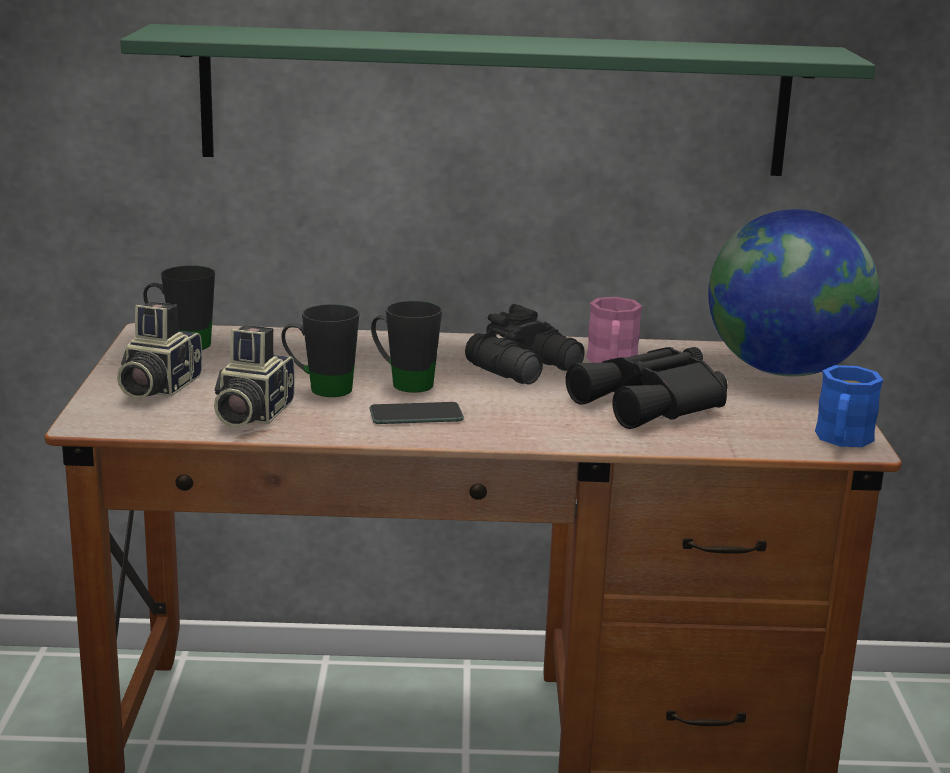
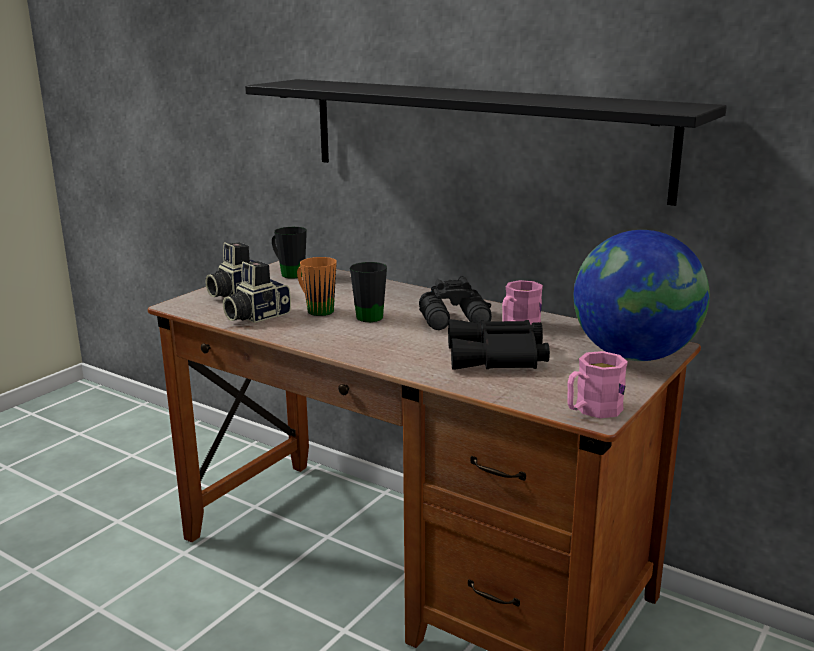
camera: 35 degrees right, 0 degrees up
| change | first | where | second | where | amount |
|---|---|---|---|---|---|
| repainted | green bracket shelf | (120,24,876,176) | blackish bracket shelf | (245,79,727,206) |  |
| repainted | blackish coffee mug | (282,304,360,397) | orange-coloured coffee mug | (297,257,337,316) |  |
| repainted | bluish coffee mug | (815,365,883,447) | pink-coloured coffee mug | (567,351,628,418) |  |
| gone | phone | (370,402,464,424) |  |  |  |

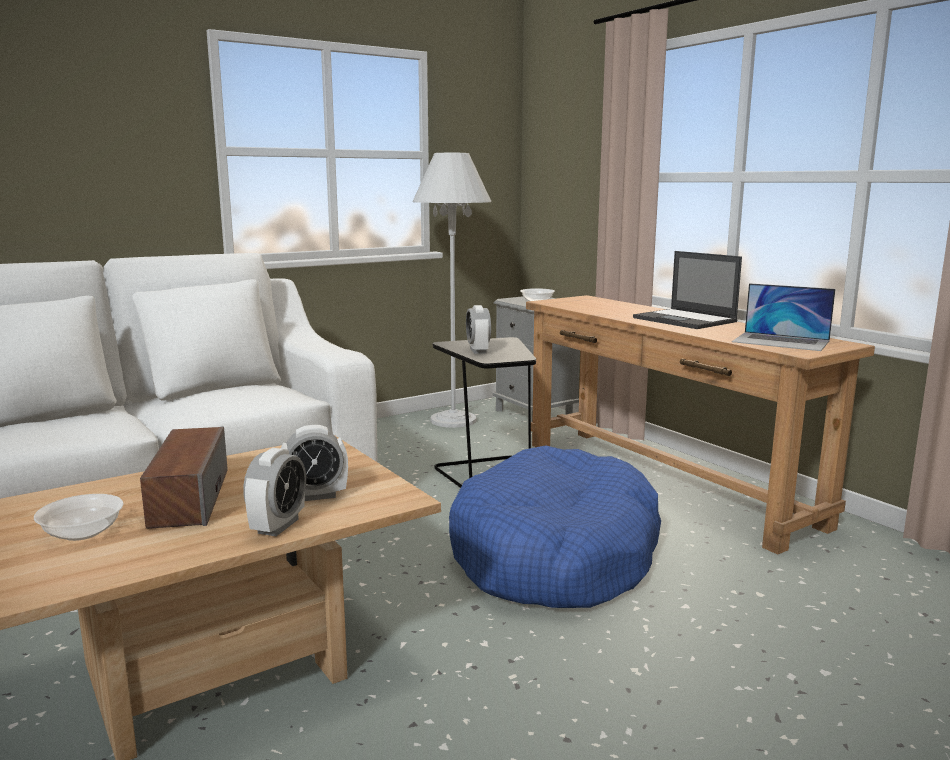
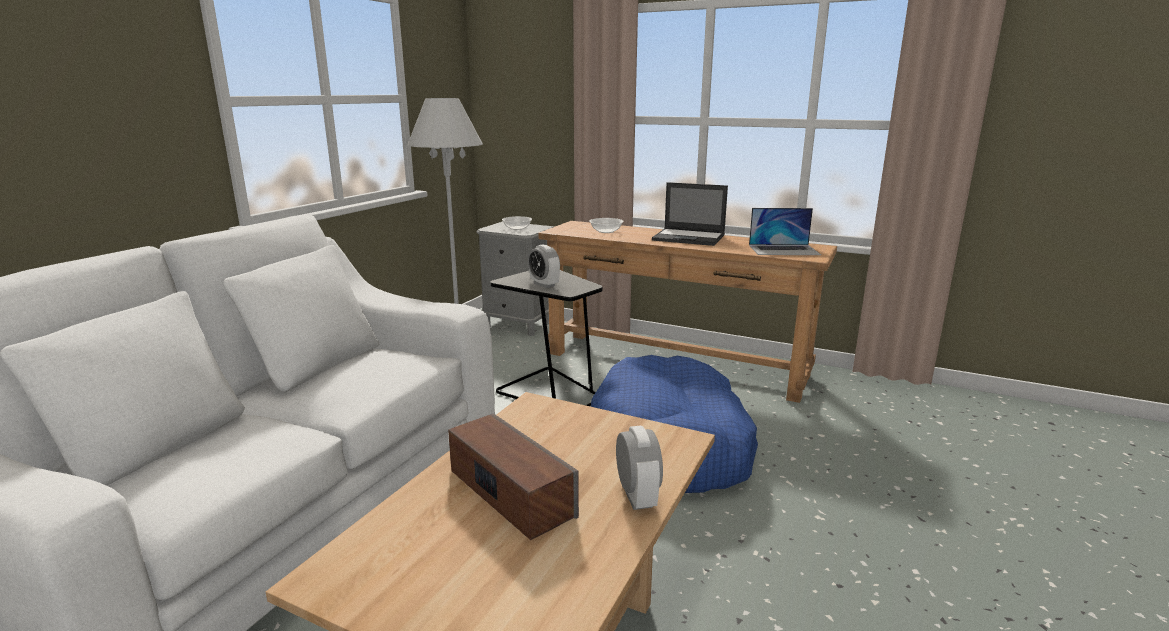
camera: 30 degrees left, 5 degrees up
| change | first | where | second | where | amount |
|---|---|---|---|---|---|
| gone | bedside clock | (281,425,348,501) |  |  |  |
| shifted | serving bowl | (34,494,124,541) |  | (589,218,624,233) |  |

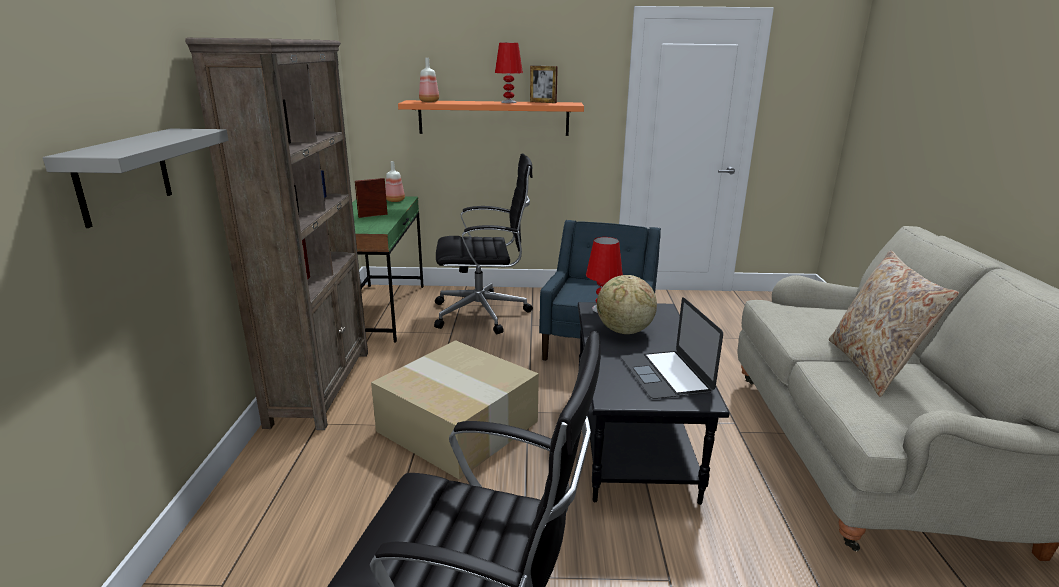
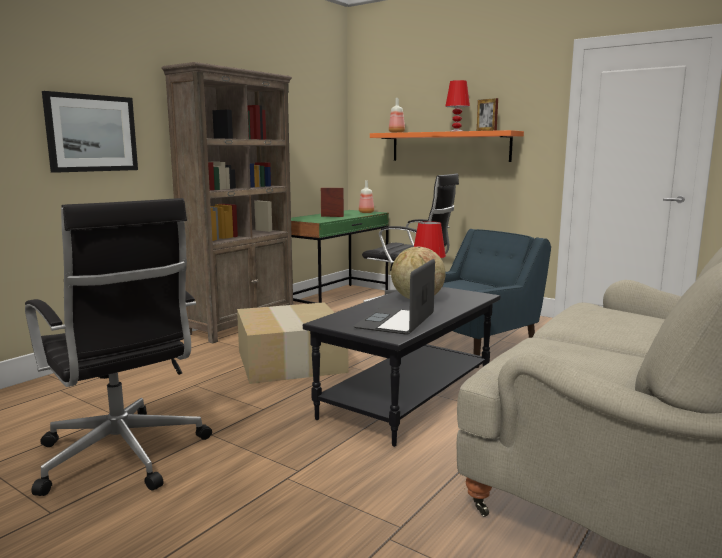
camera: 35 degrees right, 10 degrees down
| change | first | where | second | where | amount |
|---|---|---|---|---|---|
| swapped | grey bracket shelf | (43,128,228,228) | wall picture | (42,91,138,173) |  |
| gone | beige throw pillow | (829,250,959,397) |  |  |  |

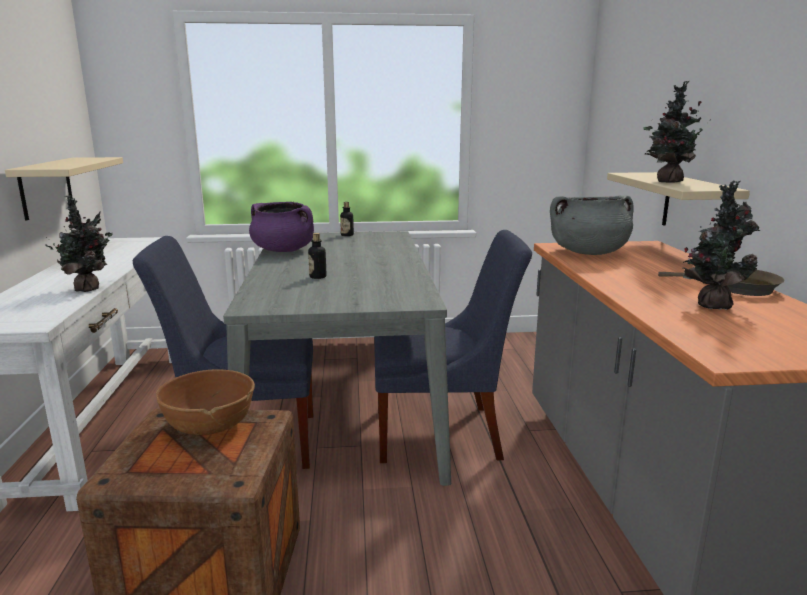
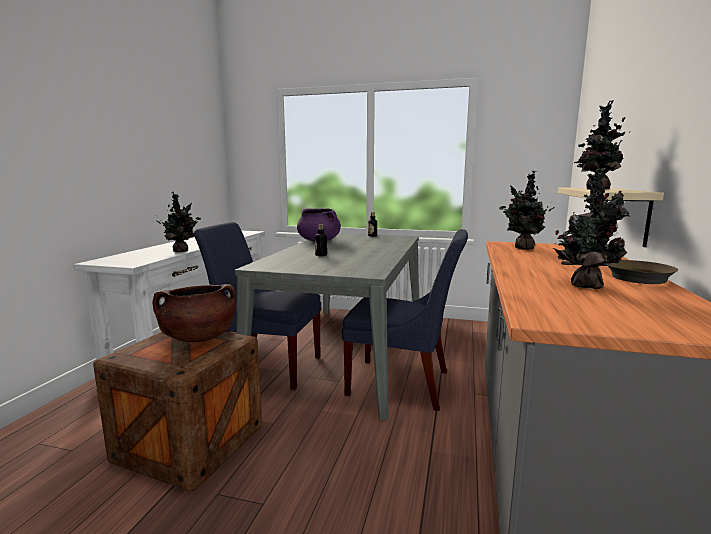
camera: 20 degrees right, 5 degrees down
| change | first | where | second | where | amount |
|---|---|---|---|---|---|
| gone | beige bracket shelf | (5,157,123,221) |  |  |  |
| swapped | grey stockpot | (550,195,634,255) | plant in a pot | (499,171,554,250) |  |
| swapped | brownish serving bowl | (156,369,255,435) | brownish stockpot | (152,284,236,342) |  |

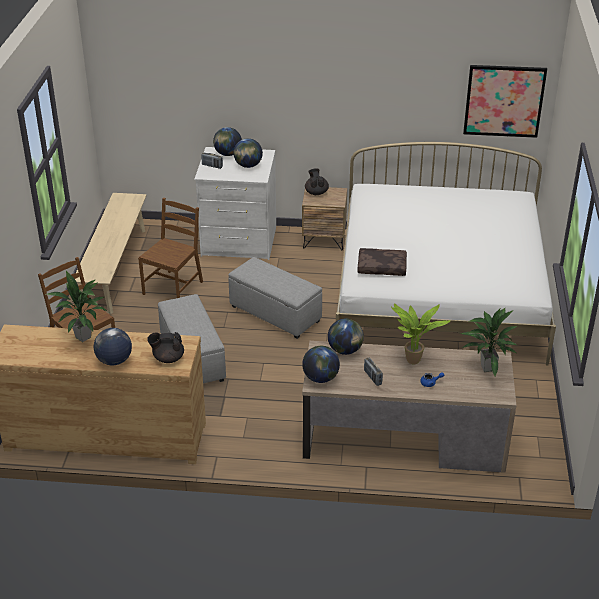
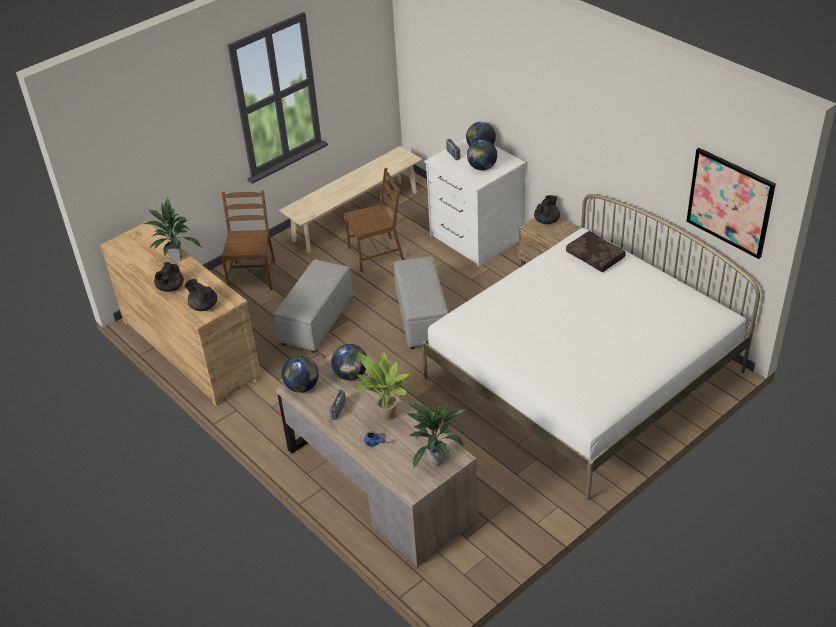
camera: 45 degrees right, 5 degrees up
| change | first | where | second | where | amount |
|---|---|---|---|---|---|
| shifted | brownish throw pillow | (357,248,407,276) |  | (566,231,626,272) |  |
| swapped | world globe | (94,328,132,365) | blackish teapot | (154,262,184,292) |  |

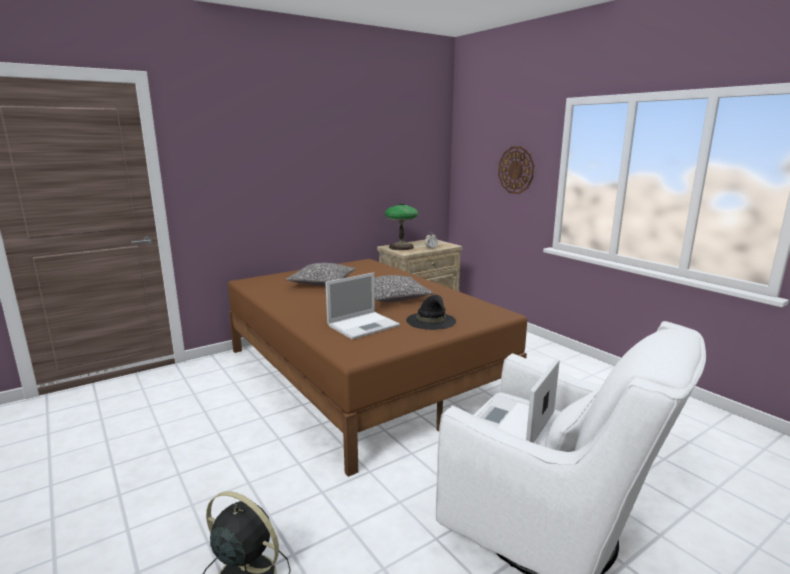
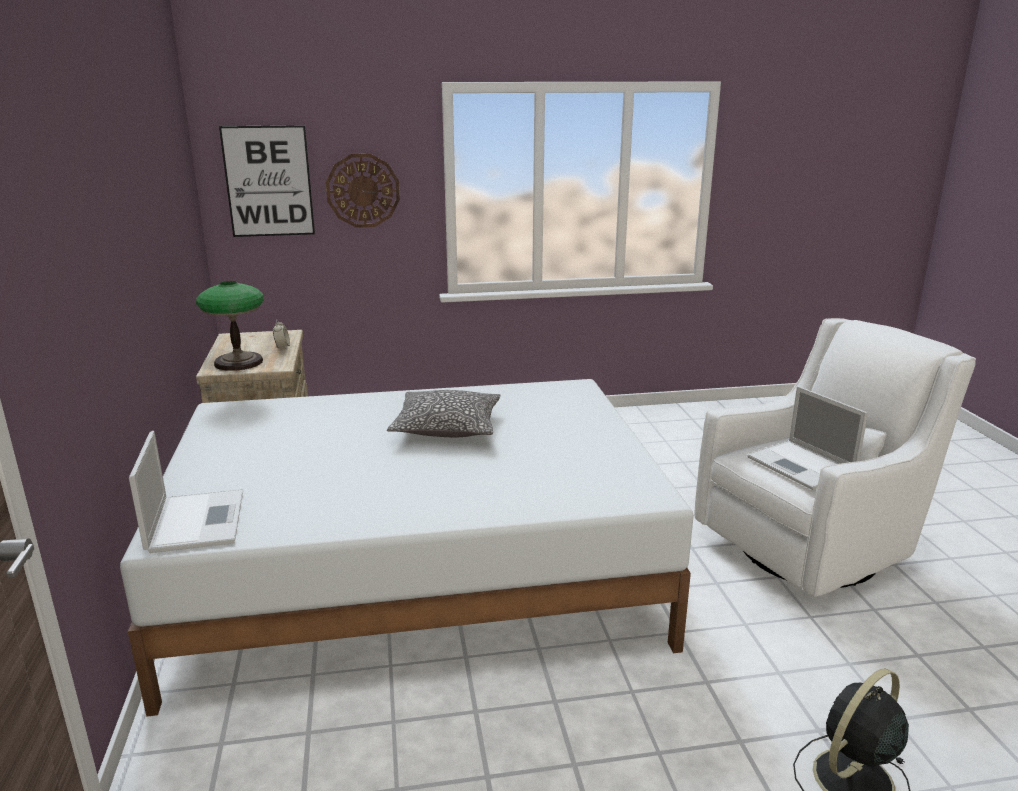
camera: 65 degrees left, 5 degrees up
| change | first | where | second | where | amount |
|---|---|---|---|---|---|
| repainted | brownish bedroom bed | (228,259,527,477) | whitish bedroom bed | (120,379,693,717) |  |
| gone | throw pillow | (286,263,356,286) |  |  |  |
| shifted | laptop | (325,272,400,340) |  | (129,431,243,553) |  |
| gone | blackish hat | (406,295,456,330) |  |  |  |
| new |  |  | wall picture | (219,125,315,237) |  |

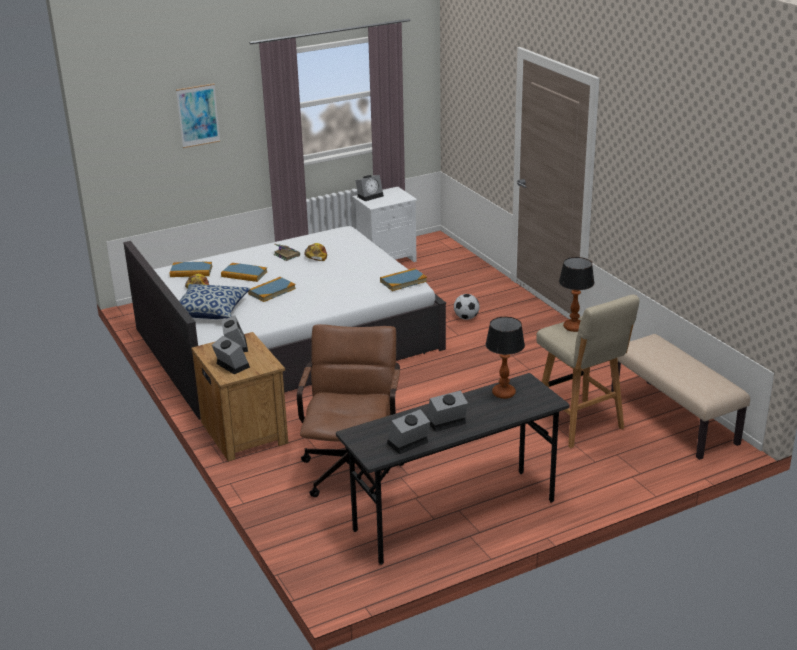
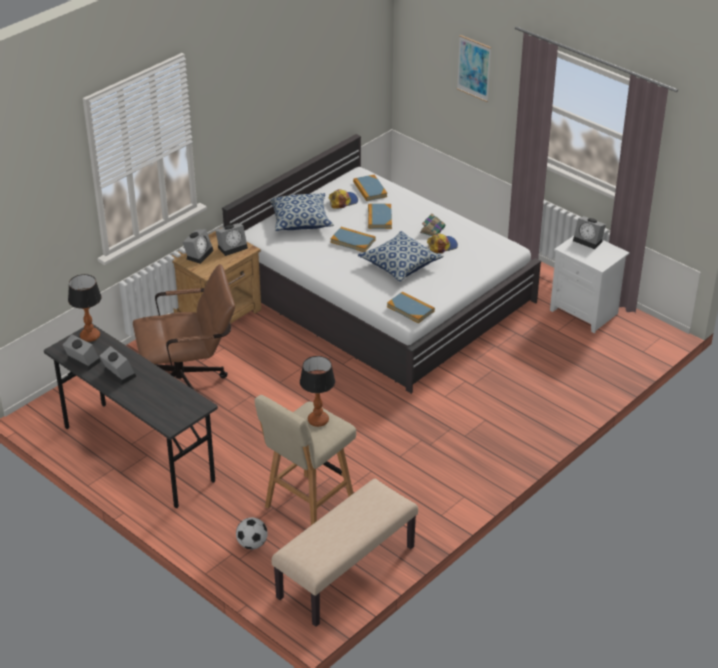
camera: 70 degrees right, 10 degrees up
| change | first | where | second | where | amount |
|---|---|---|---|---|---|
| shifted | football | (454,294,480,320) |  | (236,517,268,549) |  |
| shifted | lamp for a table | (486,316,525,399) |  | (68,274,102,342) |  |
| new |  |  | throw pillow | (358,231,443,281) |  |

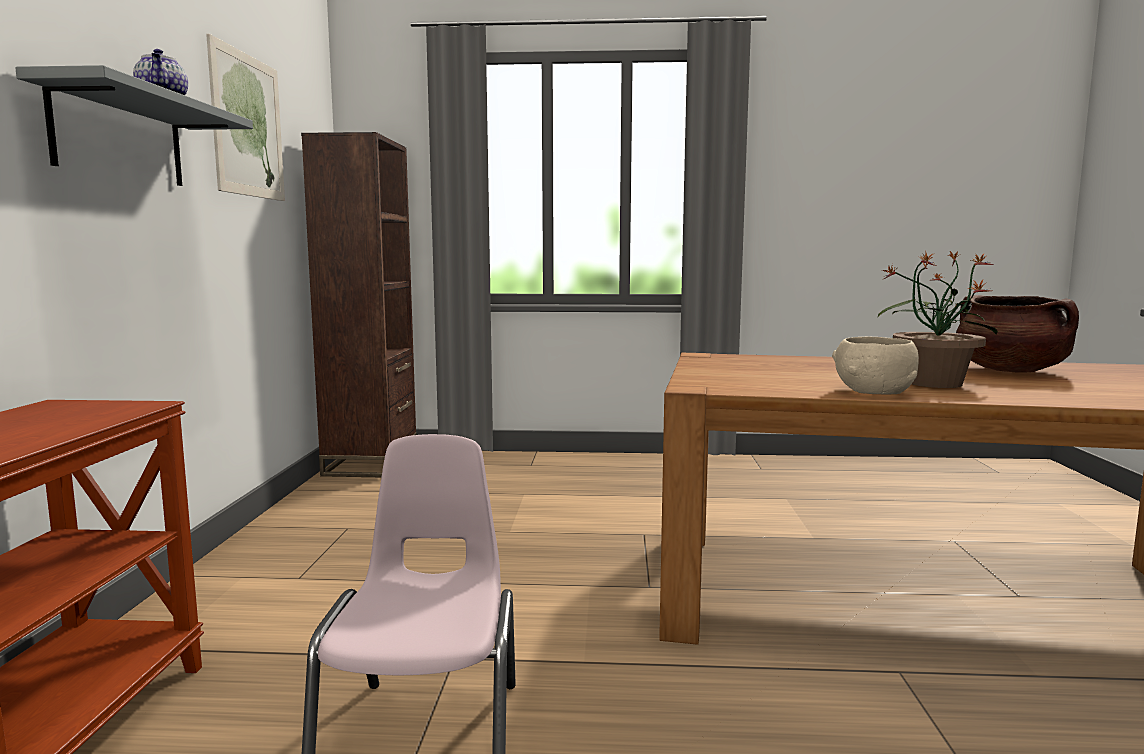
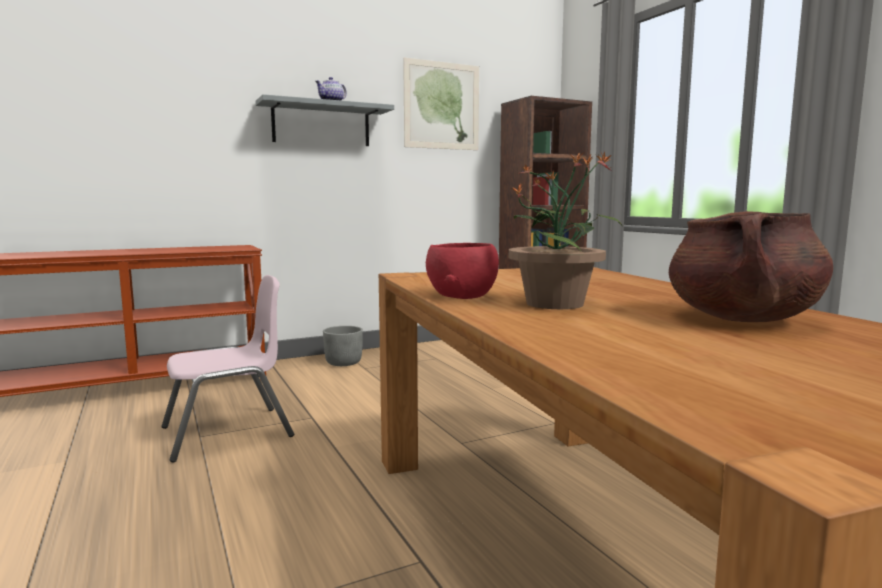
camera: 60 degrees right, 0 degrees up
| change | first | where | second | where | amount |
|---|---|---|---|---|---|
| repainted | beige serving bowl | (832,337,919,394) | reddish serving bowl | (426,243,499,299) |  |
| new |  |  | grey plant pot | (323,326,363,366) |  |

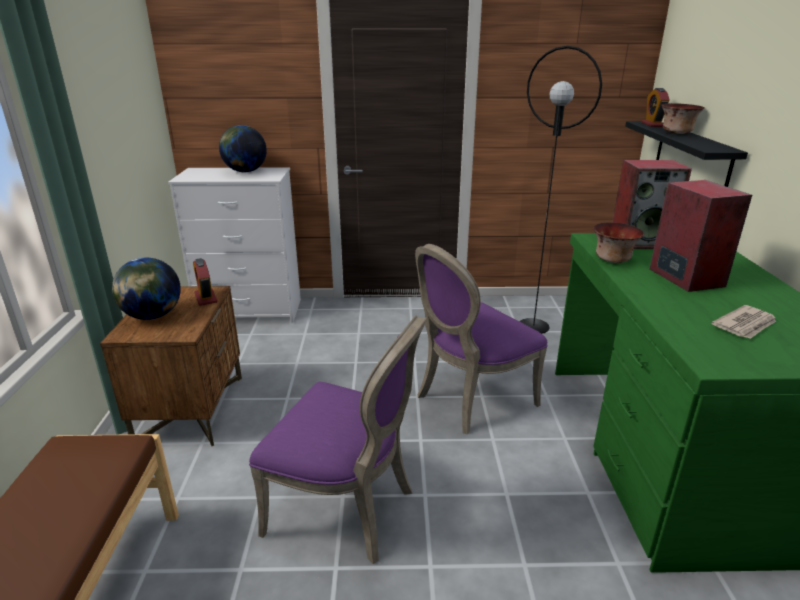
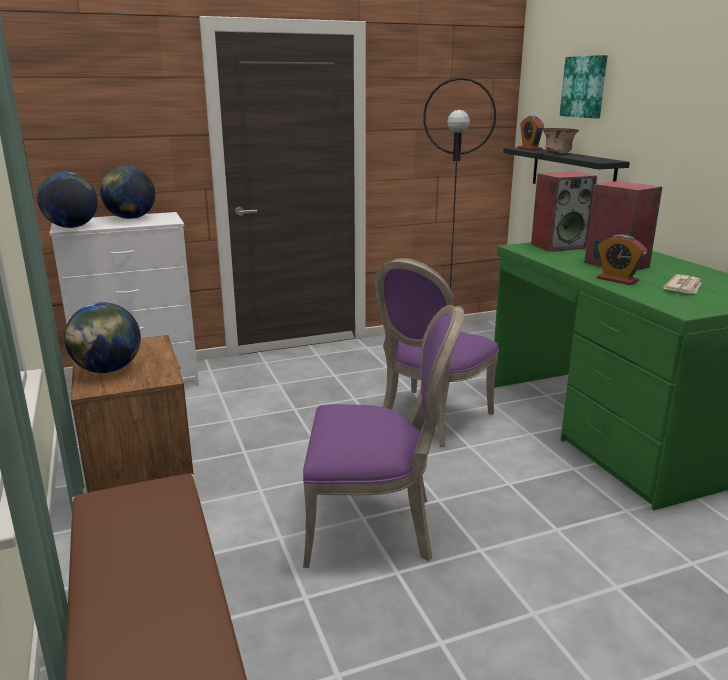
camera: 20 degrees left, 5 degrees down
| change | first | where | second | where | amount |
|---|---|---|---|---|---|
| gone | serving bowl | (593,222,644,263) |  |  |  |
| shifted | bedside clock | (193,258,218,306) |  | (597,234,647,285) |  |
| new |  |  | wall picture | (560,55,608,118) |  |
| new |  |  | world globe | (37,172,98,228) |  |

